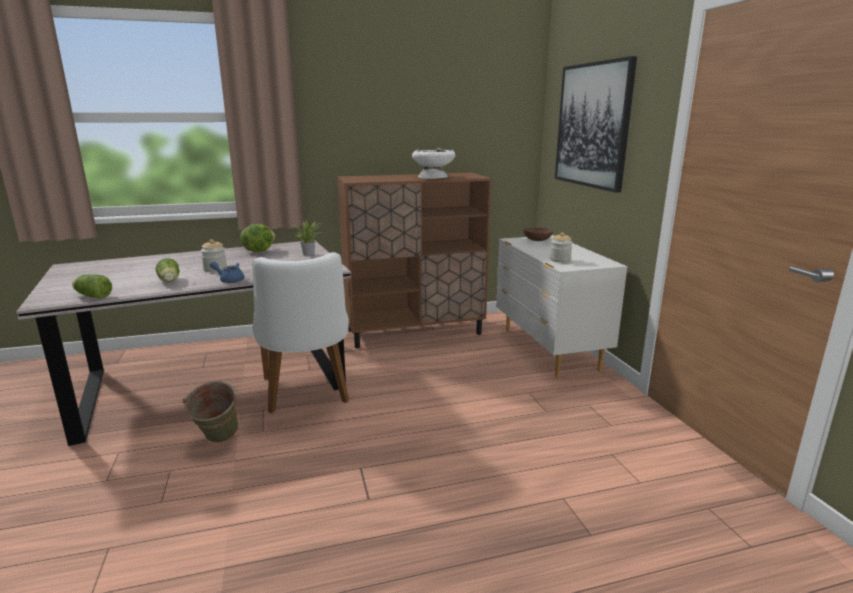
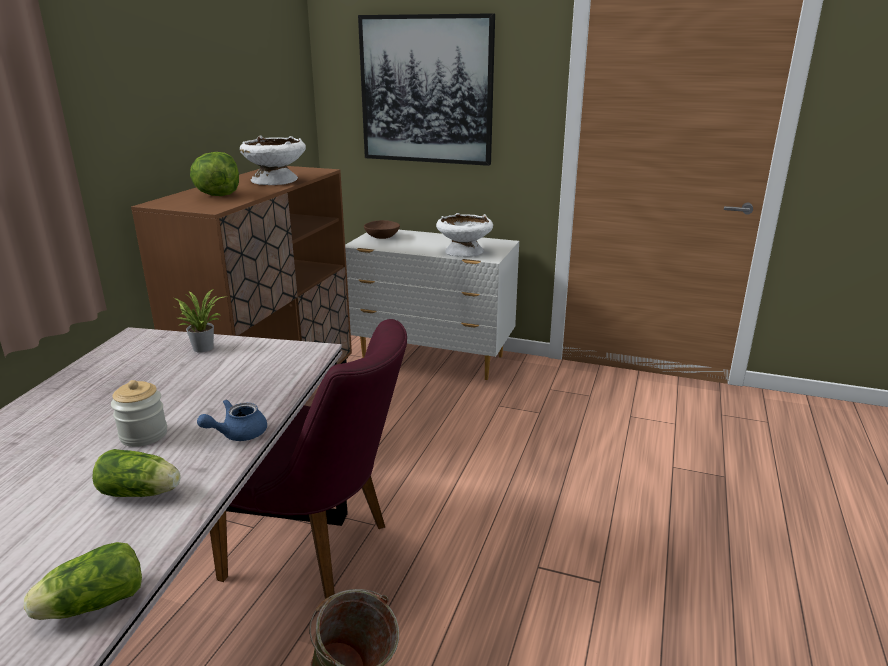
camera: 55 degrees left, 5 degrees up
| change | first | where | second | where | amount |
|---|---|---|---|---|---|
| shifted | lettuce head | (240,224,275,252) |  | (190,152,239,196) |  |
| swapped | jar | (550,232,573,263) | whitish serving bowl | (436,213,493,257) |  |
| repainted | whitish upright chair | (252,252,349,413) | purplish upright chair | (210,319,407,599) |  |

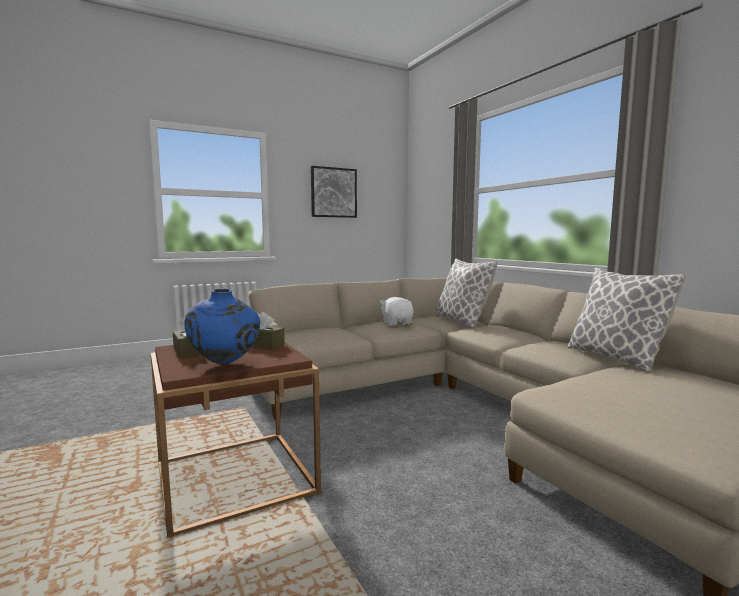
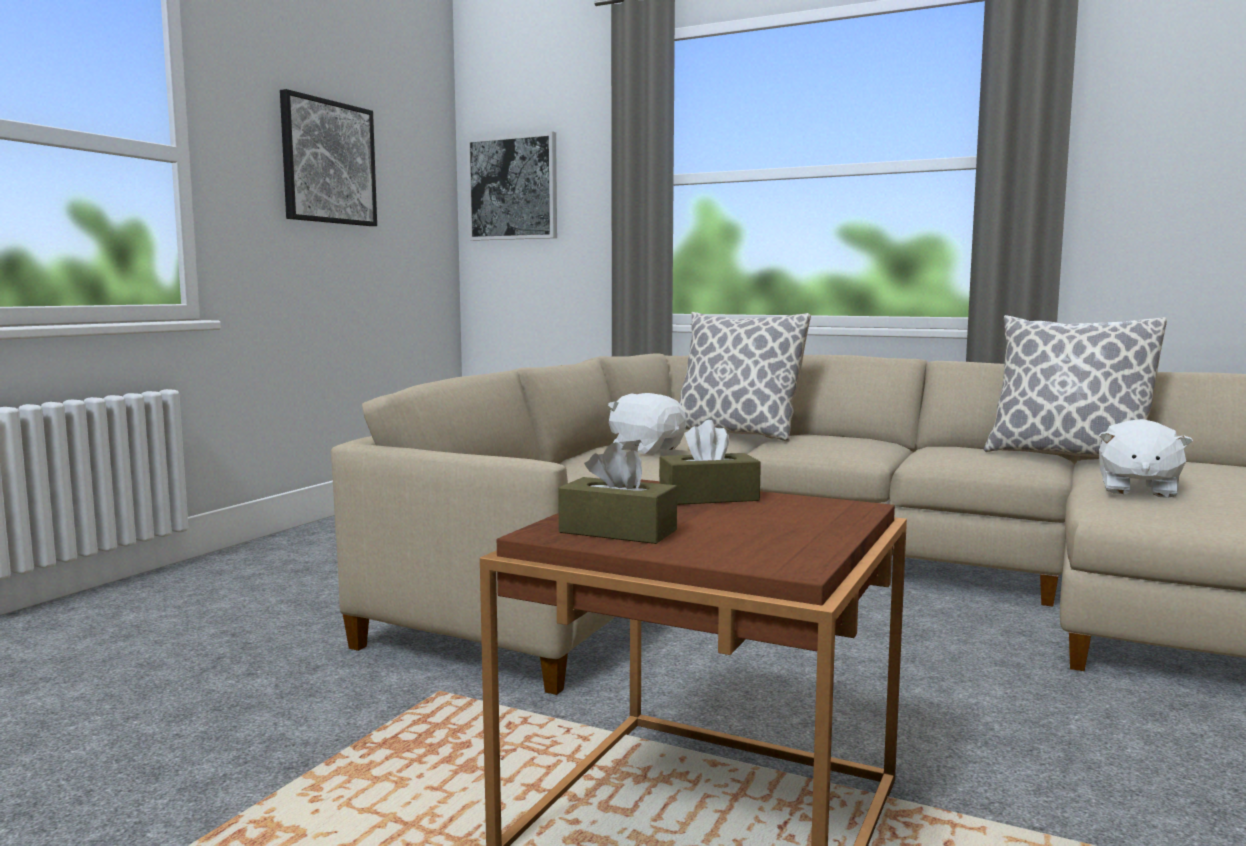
camera: 35 degrees left, 0 degrees up
| change | first | where | second | where | amount |
|---|---|---|---|---|---|
| gone | bluish flower vase | (184,289,260,364) |  |  |  |
| new |  |  | wall picture | (466,131,557,241) |  |
| new |  |  | whitish soft toy | (1099,419,1193,498) |  |

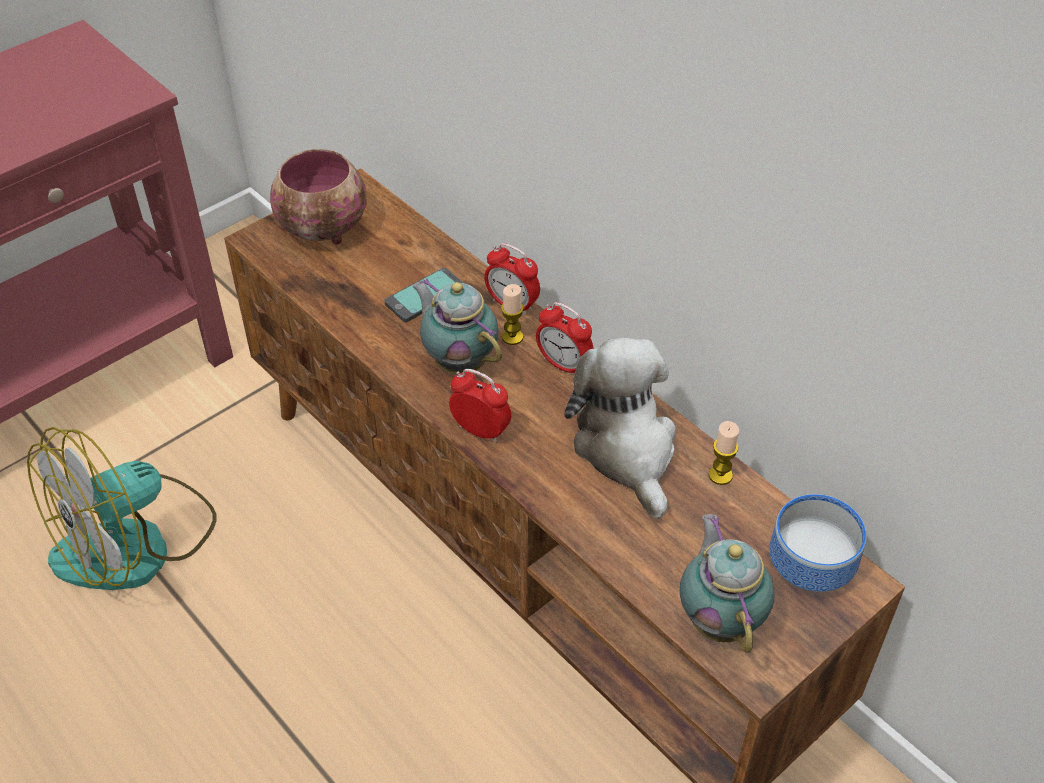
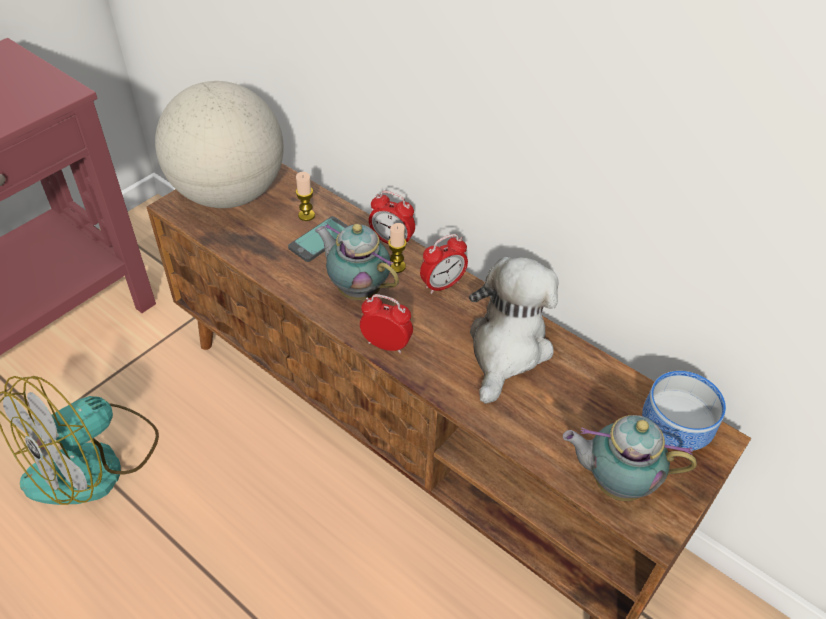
camera: 10 degrees left, 0 degrees up
| change | first | where | second | where | amount |
|---|---|---|---|---|---|
| swapped | serving bowl | (270,149,366,244) | world globe | (155,81,284,208) |  |
| rotated | bedside clock | (536,302,593,375) |  | (420,234,468,294) | 60 degrees counterclockwise |
| rotated | soft toy | (564,338,676,519) |  | (469,257,559,404) | 45 degrees clockwise |
| shifted | wax light | (709,421,739,485) |  | (296,172,315,221) |  |
| rotated | teapot | (680,514,774,653) |  | (563,415,697,501) | 60 degrees counterclockwise |

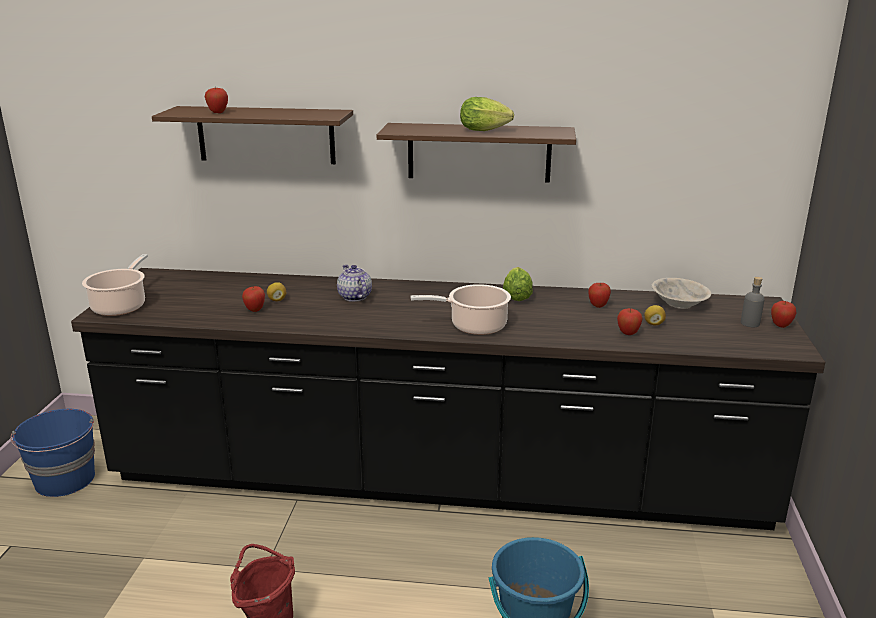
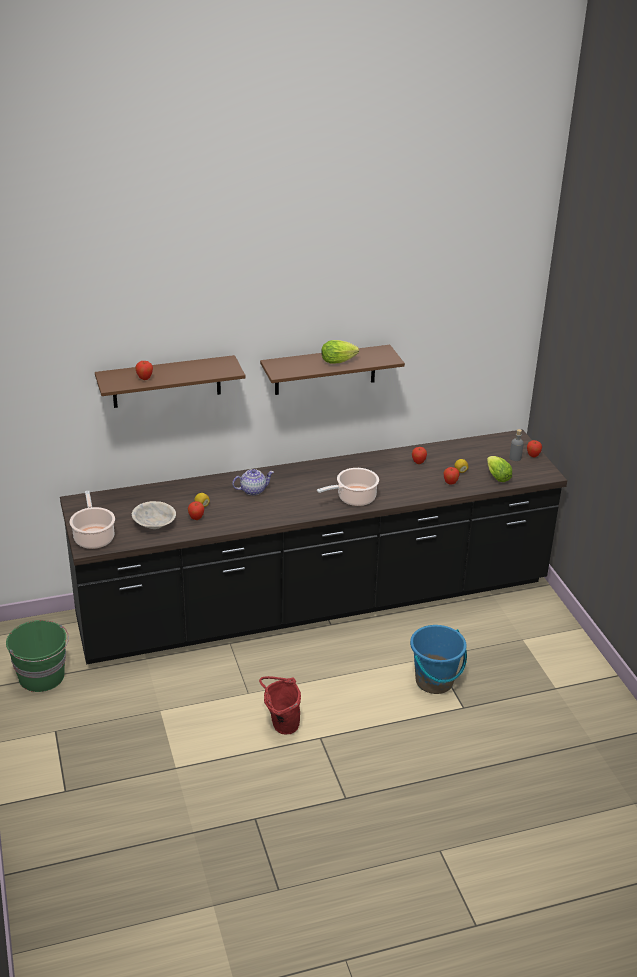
camera: 25 degrees left, 10 degrees up
| change | first | where | second | where | amount |
|---|---|---|---|---|---|
| rotated | teapot | (337,265,372,302) |  | (232,469,274,496) | 120 degrees clockwise |
| shifted | lettuce head | (503,267,533,301) |  | (487,456,512,482) |  |
| shifted | beige serving bowl | (652,278,711,309) |  | (132,501,176,529) |  |
| repainted | bluish water bucket | (10,409,95,497) | green water bucket | (6,620,69,692) |  |

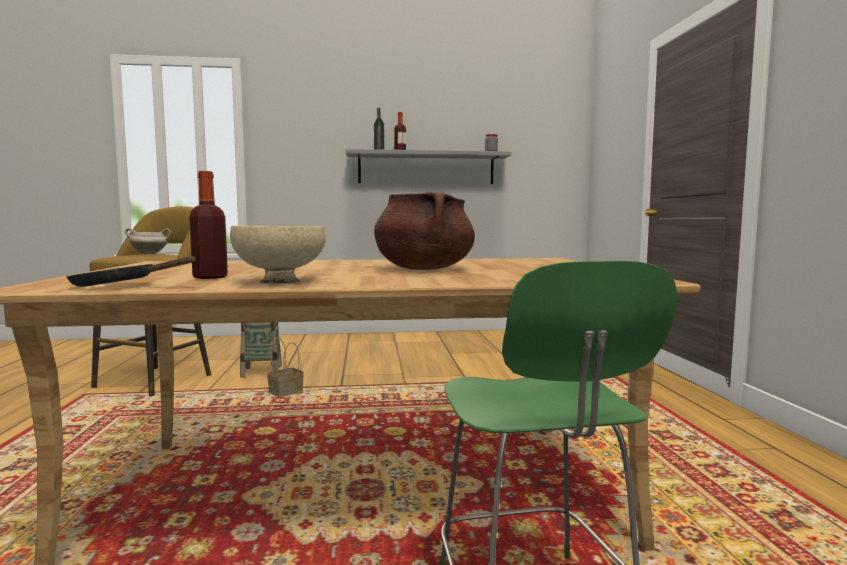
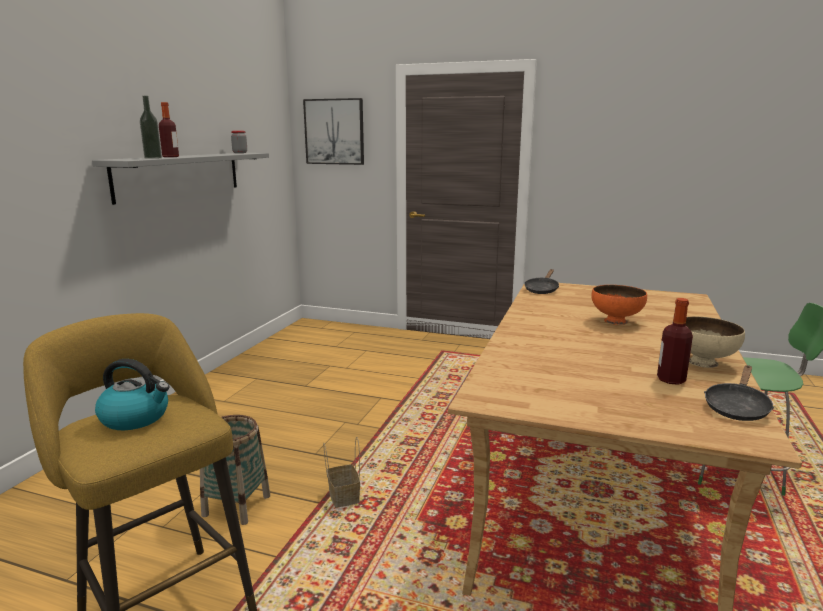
camera: 65 degrees left, 10 degrees up
| change | first | where | second | where | amount |
|---|---|---|---|---|---|
| swapped | brownish stockpot | (374,192,475,270) | orange-coloured serving bowl | (591,285,647,325) |  |
| swapped | whitish stockpot | (125,228,171,254) | tea kettle | (95,359,170,430) |  |
| new |  |  | wall picture | (303,98,364,165) |  |
| new |  |  | blackish frying pan | (524,269,559,294) |  |

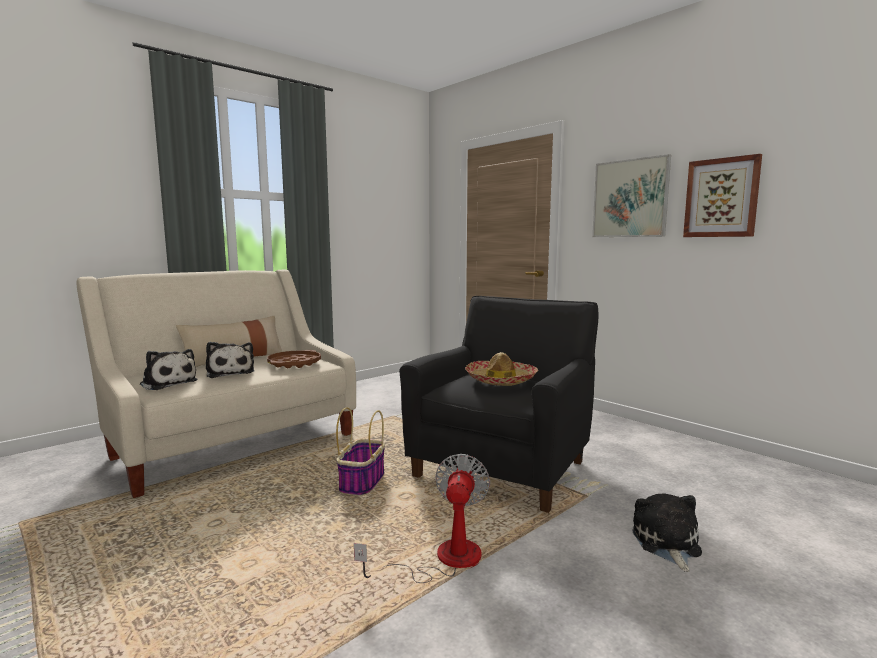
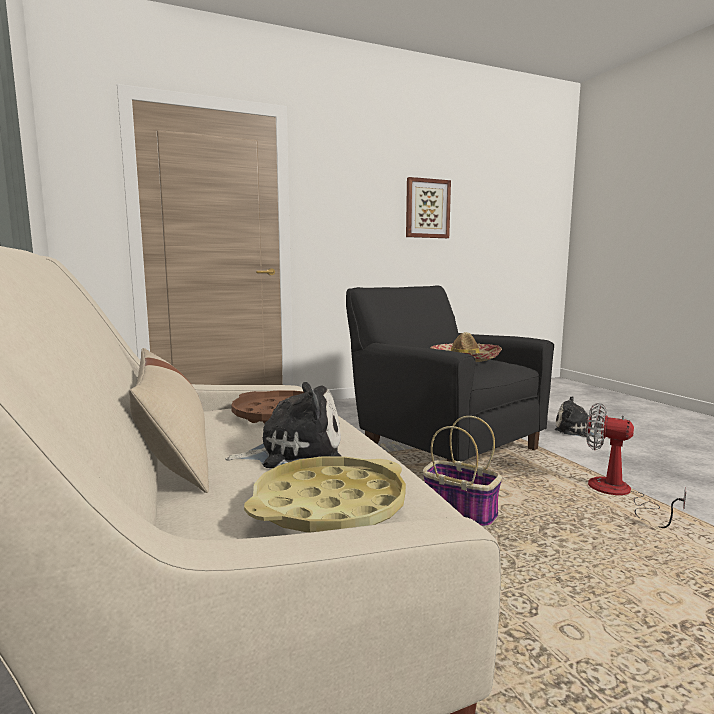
camera: 70 degrees left, 0 degrees up
| change | first | where | second | where | amount |
|---|---|---|---|---|---|
| gone | wall picture | (592,154,671,237) |  |  |  |
| swapped | soft toy | (140,349,197,390) | yellowish carrying tray | (244,456,406,533) |  |

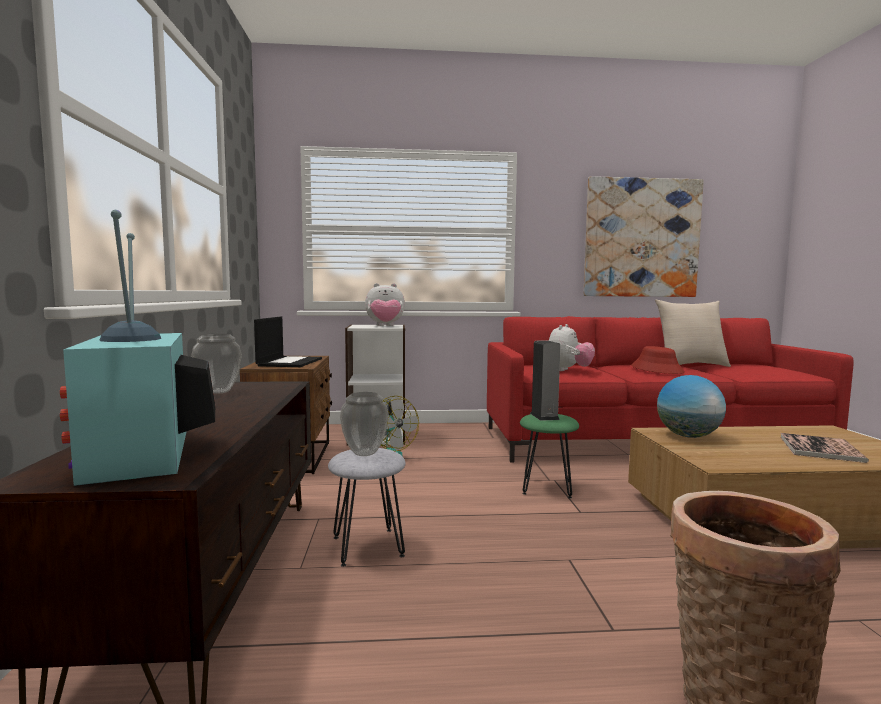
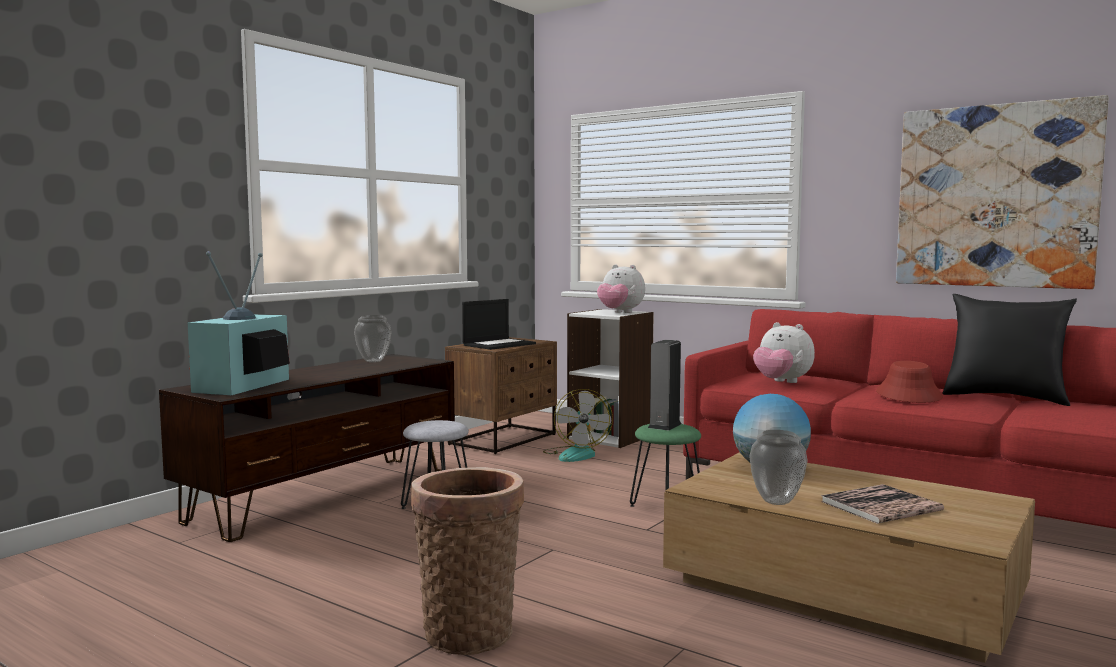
camera: 40 degrees right, 0 degrees up
| change | first | where | second | where | amount |
|---|---|---|---|---|---|
| repainted | beige throw pillow | (655,300,731,367) | blackish throw pillow | (942,294,1077,406) |  |
| rotated | soft toy | (549,324,595,371) |  | (753,322,815,383) | 60 degrees clockwise |
| shifted | flower vase | (340,392,389,456) |  | (749,430,808,505) |  |

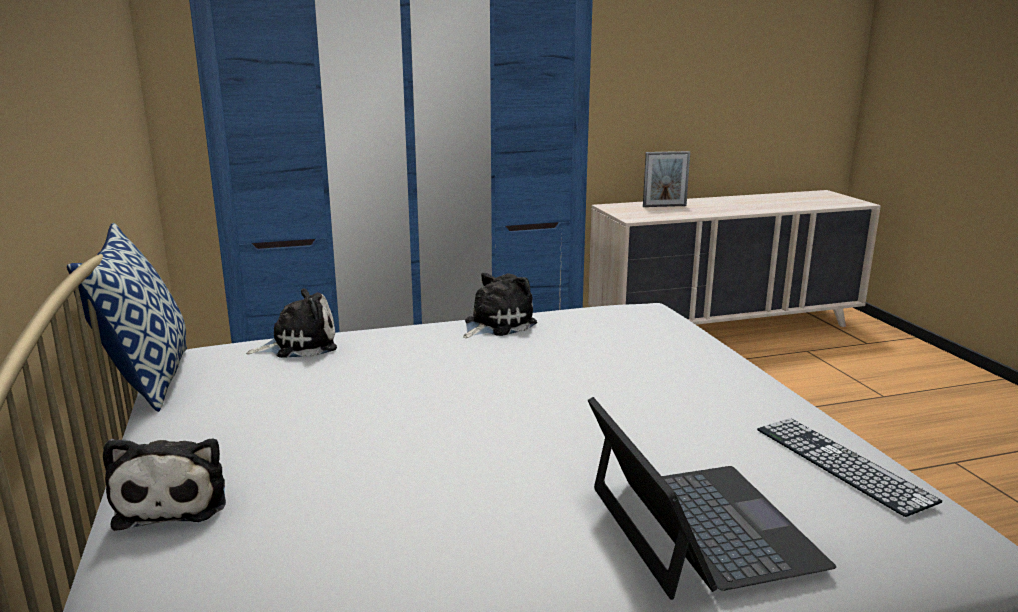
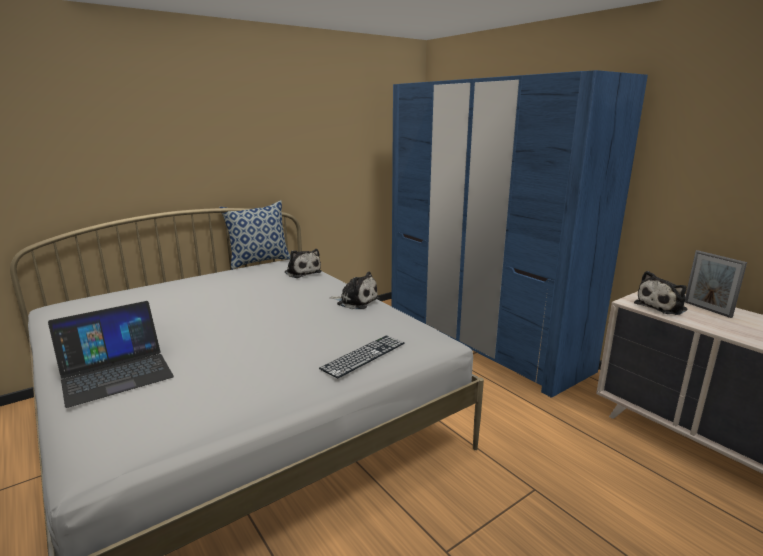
camera: 70 degrees right, 0 degrees up
| change | first | where | second | where | amount |
|---|---|---|---|---|---|
| shifted | PC keyboard | (757,418,942,517) |  | (319,335,405,379) |  |
| shifted | soft toy | (103,439,226,531) |  | (634,271,687,315) |  |

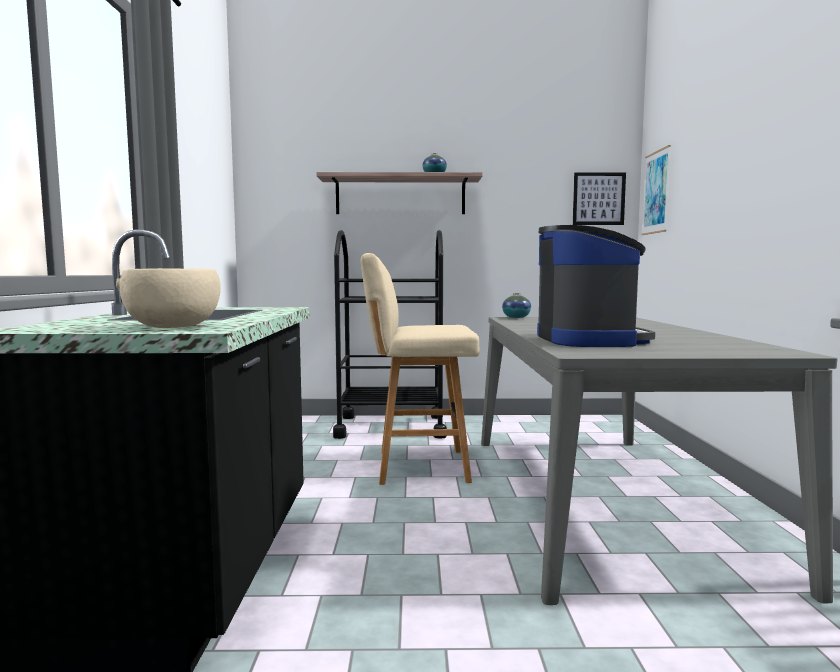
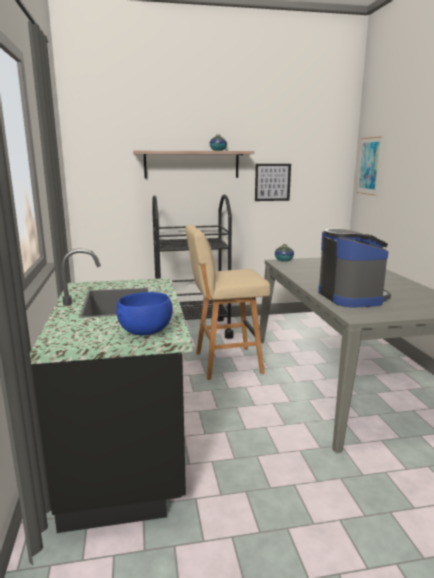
camera: 10 degrees left, 10 degrees up
| change | first | where | second | where | amount |
|---|---|---|---|---|---|
| shifted | wall picture | (573,172,626,225) |  | (255,164,291,201) |  |
| repainted | beige serving bowl | (116,268,221,328) | bluish serving bowl | (116,292,173,336) |  |

